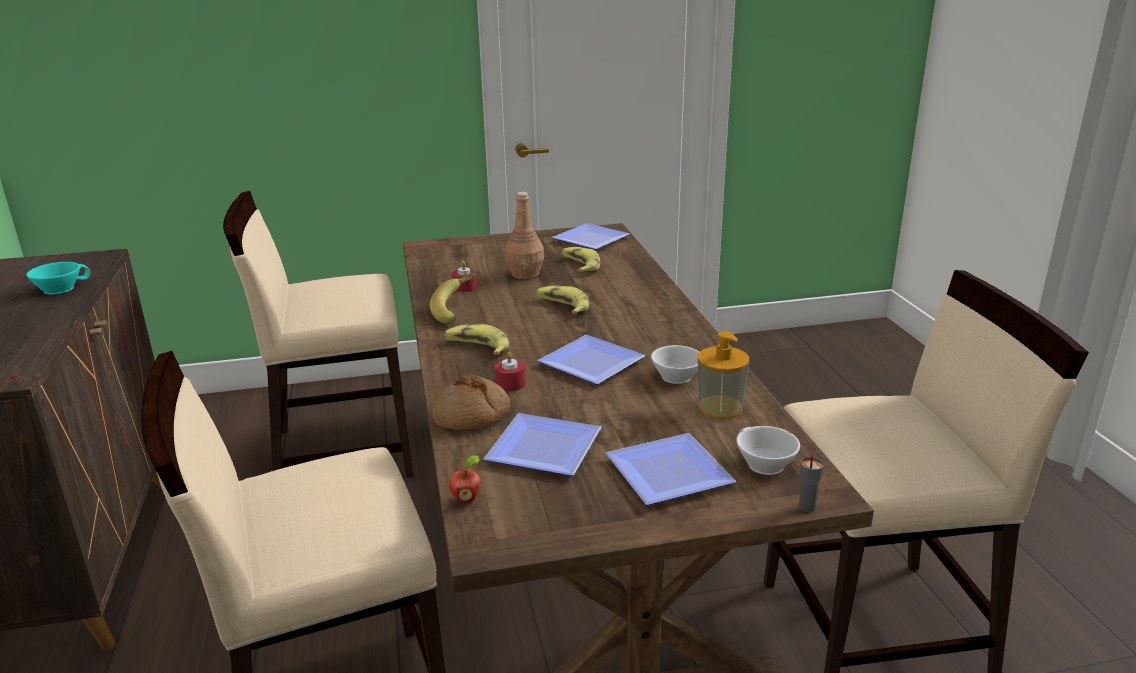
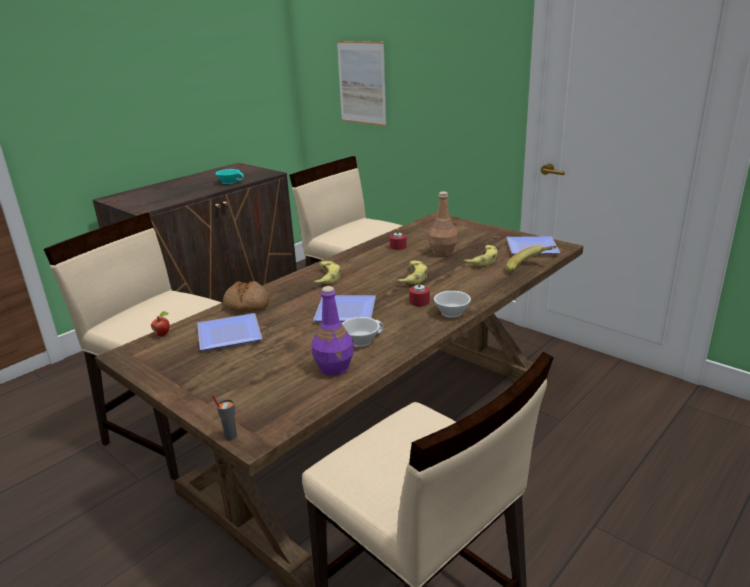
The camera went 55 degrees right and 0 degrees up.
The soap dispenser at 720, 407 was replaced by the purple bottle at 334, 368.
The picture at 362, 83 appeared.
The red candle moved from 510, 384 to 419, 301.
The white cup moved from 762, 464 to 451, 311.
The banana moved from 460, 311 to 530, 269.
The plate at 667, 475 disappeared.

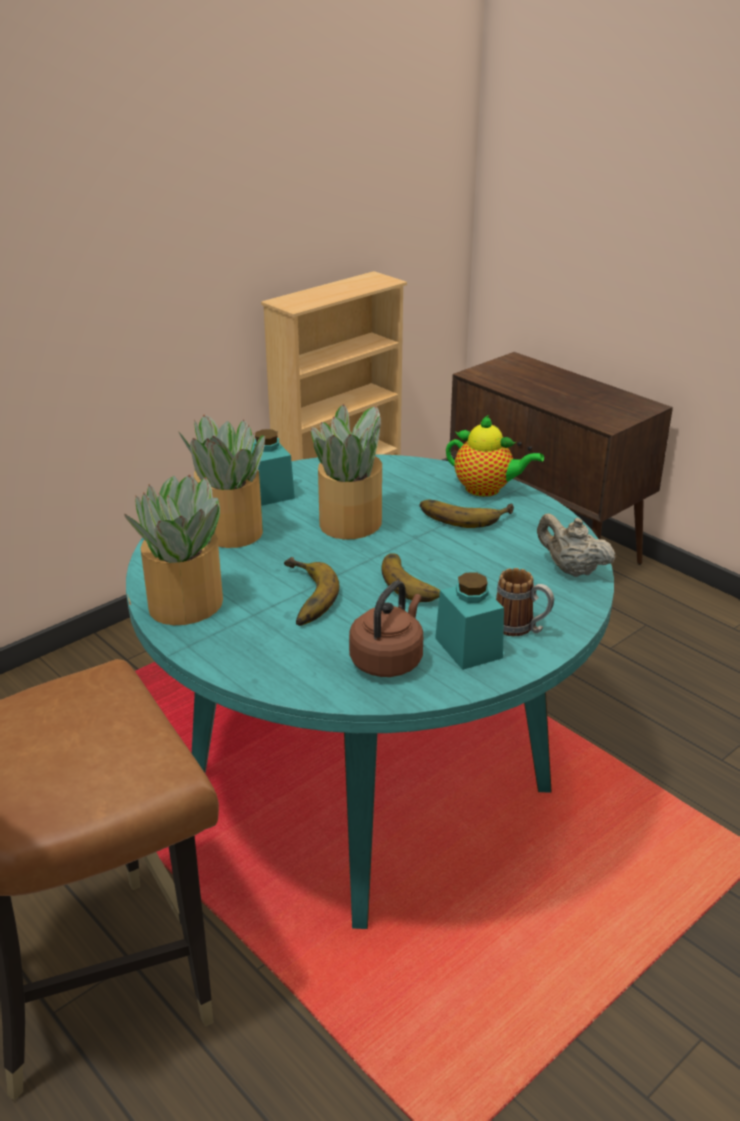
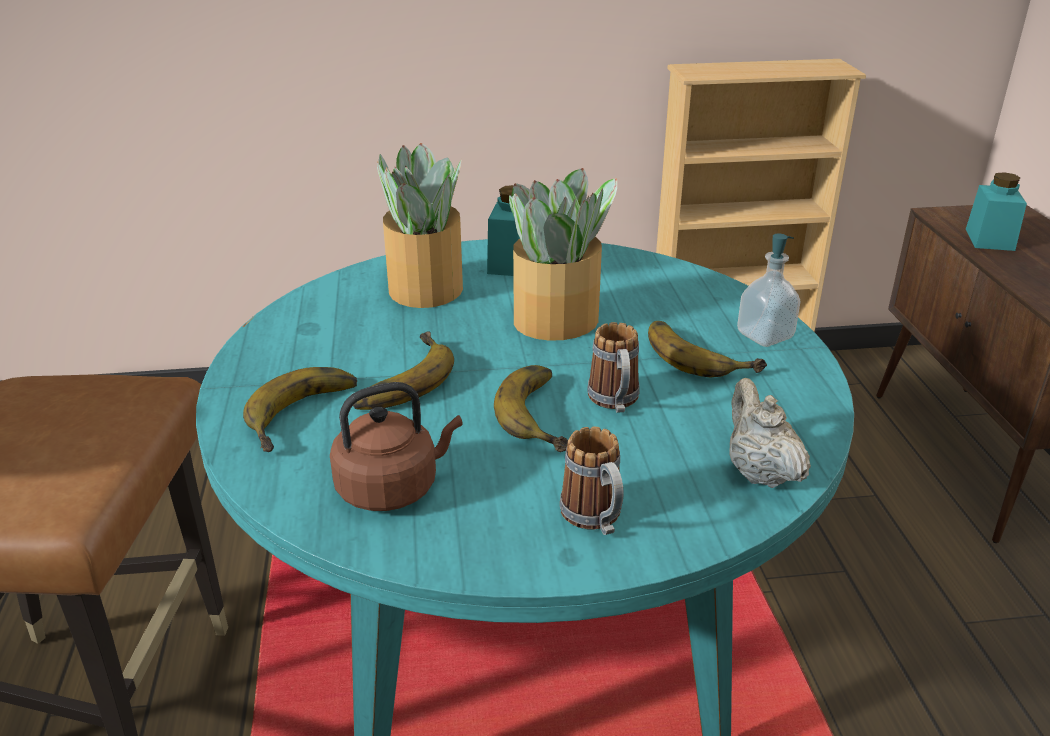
The camera went 35 degrees right and 0 degrees up.
The banana at 309, 416 appeared.
The mug at 615, 403 appeared.
The teapot at 487, 489 was replaced by the soap dispenser at 765, 336.
The turquoise jar moved from 468, 648 to 989, 239.
The potted plant at 184, 604 disappeared.

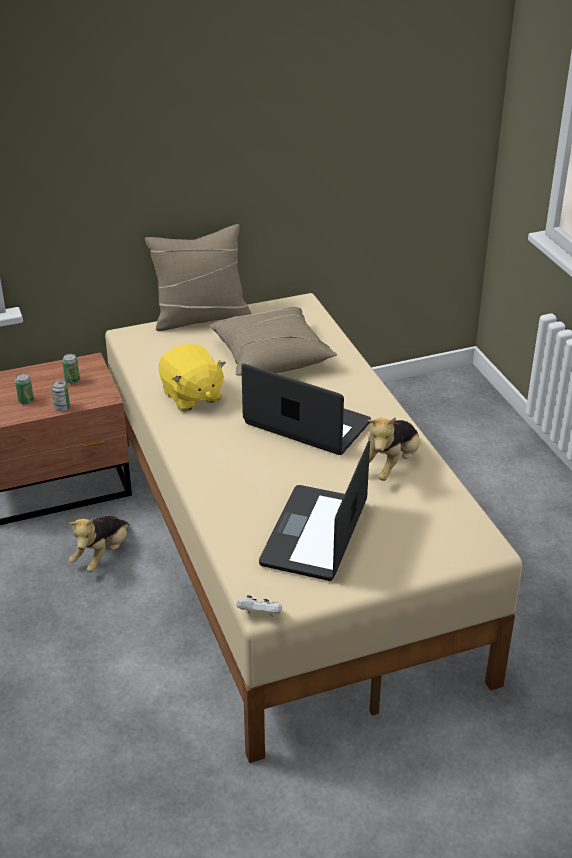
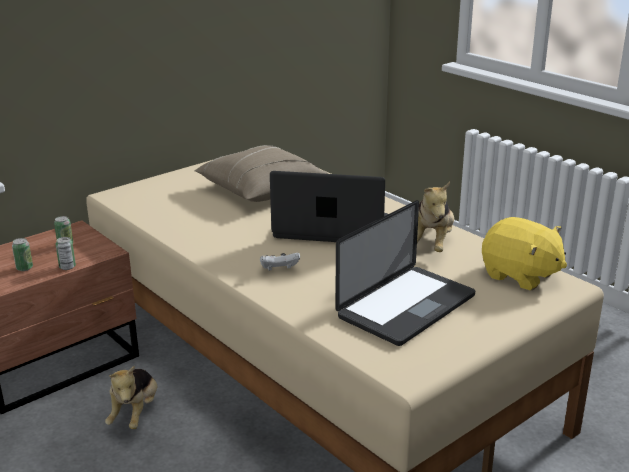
The camera went 20 degrees left and 10 degrees down.
The white game controller moved from 260, 615 to 279, 270.
The laptop at 314, 534 turned 135 degrees counterclockwise.
The yellow plush toy moved from 191, 396 to 520, 275.
The beige pillow at 201, 317 disappeared.

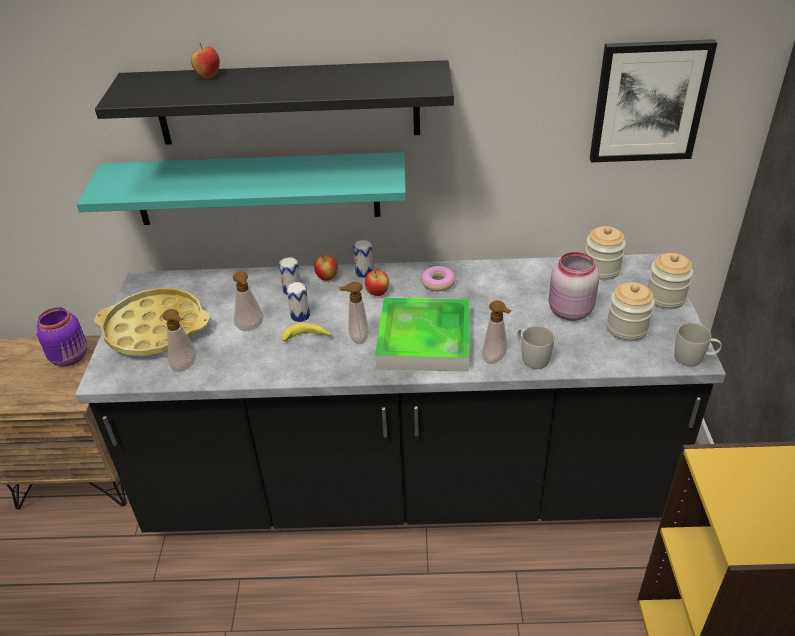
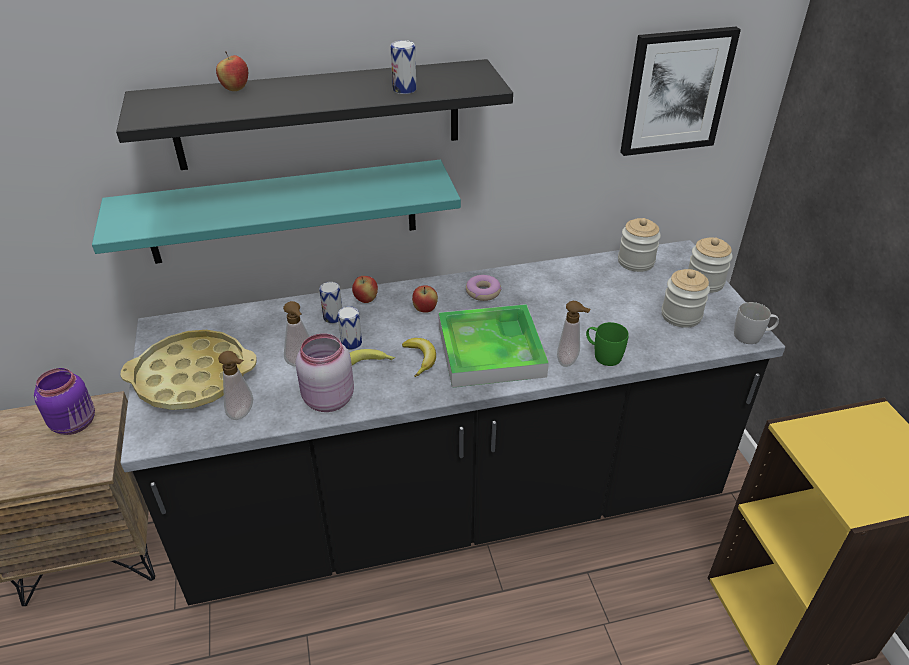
The camera went 15 degrees left and 0 degrees up.
The pink jar moved from 569, 311 to 327, 400.
The can moved from 364, 272 to 404, 89.
The soap dispenser at 356, 338 was replaced by the banana at 420, 359.
The white mug at 531, 357 became the green mug at 602, 355.

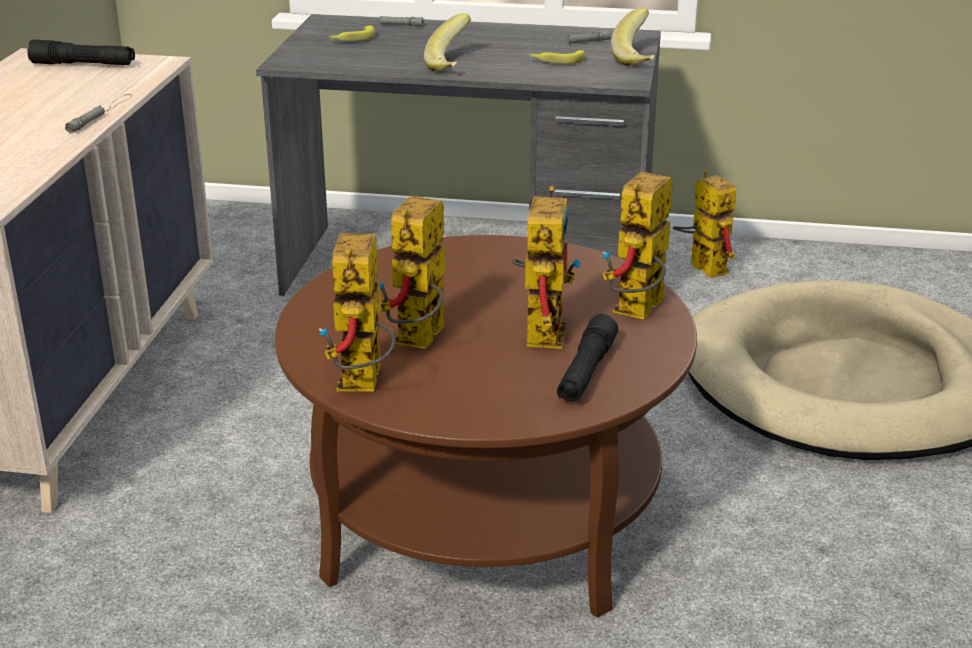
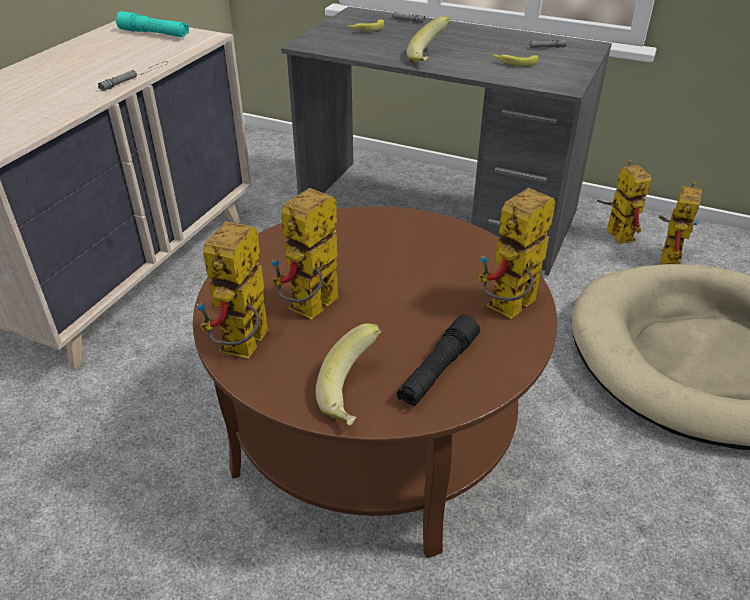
The camera went 15 degrees right and 10 degrees up.
The black flashlight at 83, 65 became the turquoise flashlight at 154, 34.
The banana moved from 639, 58 to 355, 394.
The toy robot moved from 542, 328 to 668, 254.

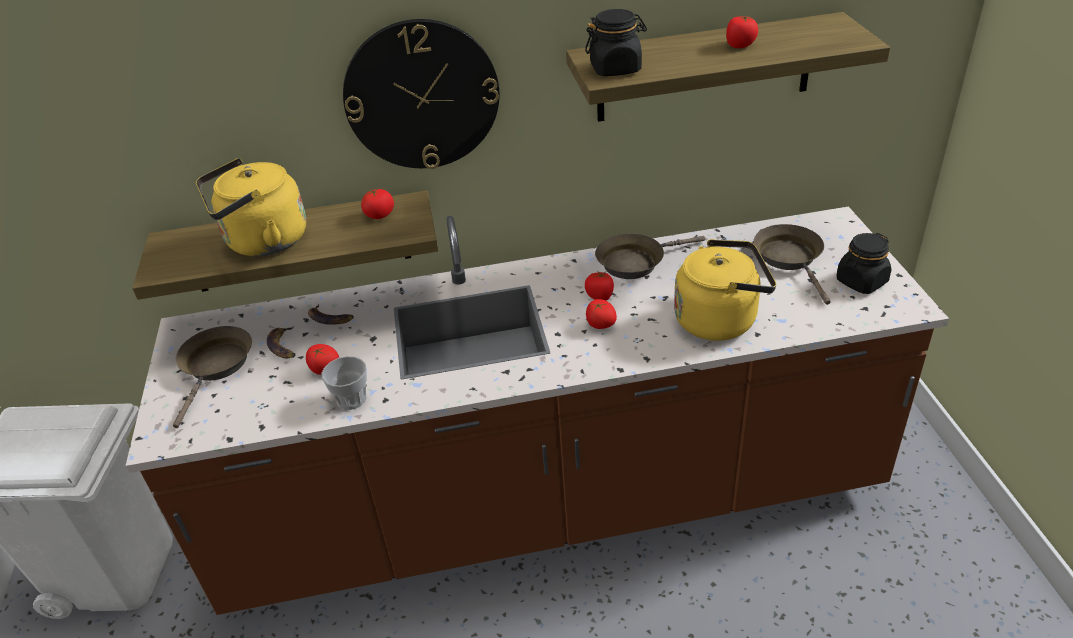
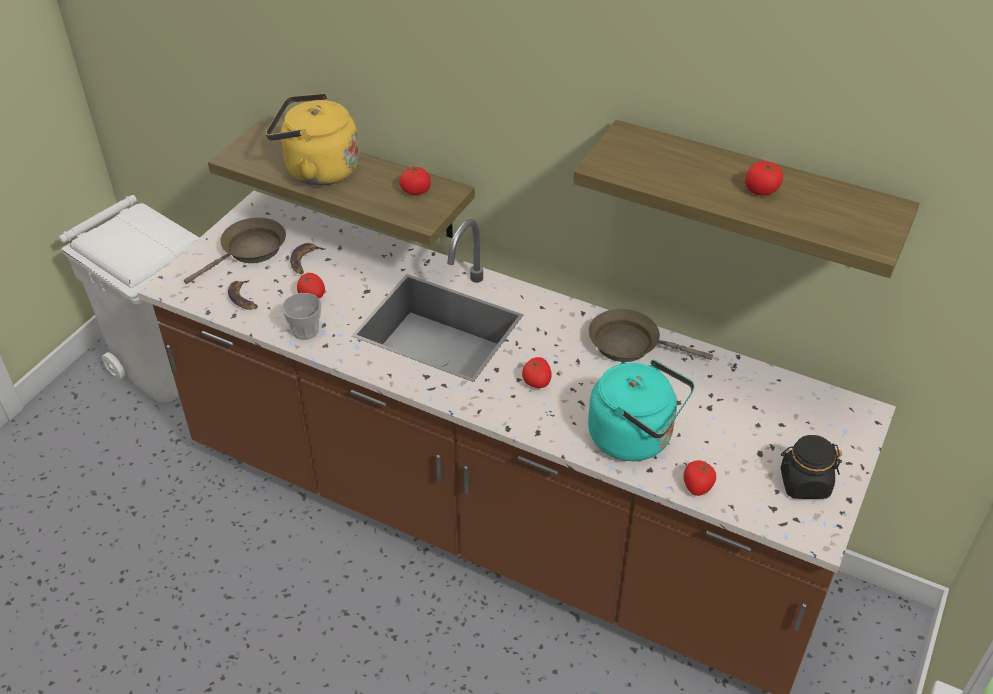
The camera went 35 degrees right and 5 degrees up.
The banana moved from 330, 318 to 244, 298.
The yellow kettle at 720, 319 became the turquoise kettle at 635, 438.
The tomato moved from 600, 296 to 697, 487.
The wall clock at 422, 95 disappeared.
The black jar at 616, 68 disappeared.
The brown frying pan at 790, 259 disappeared.

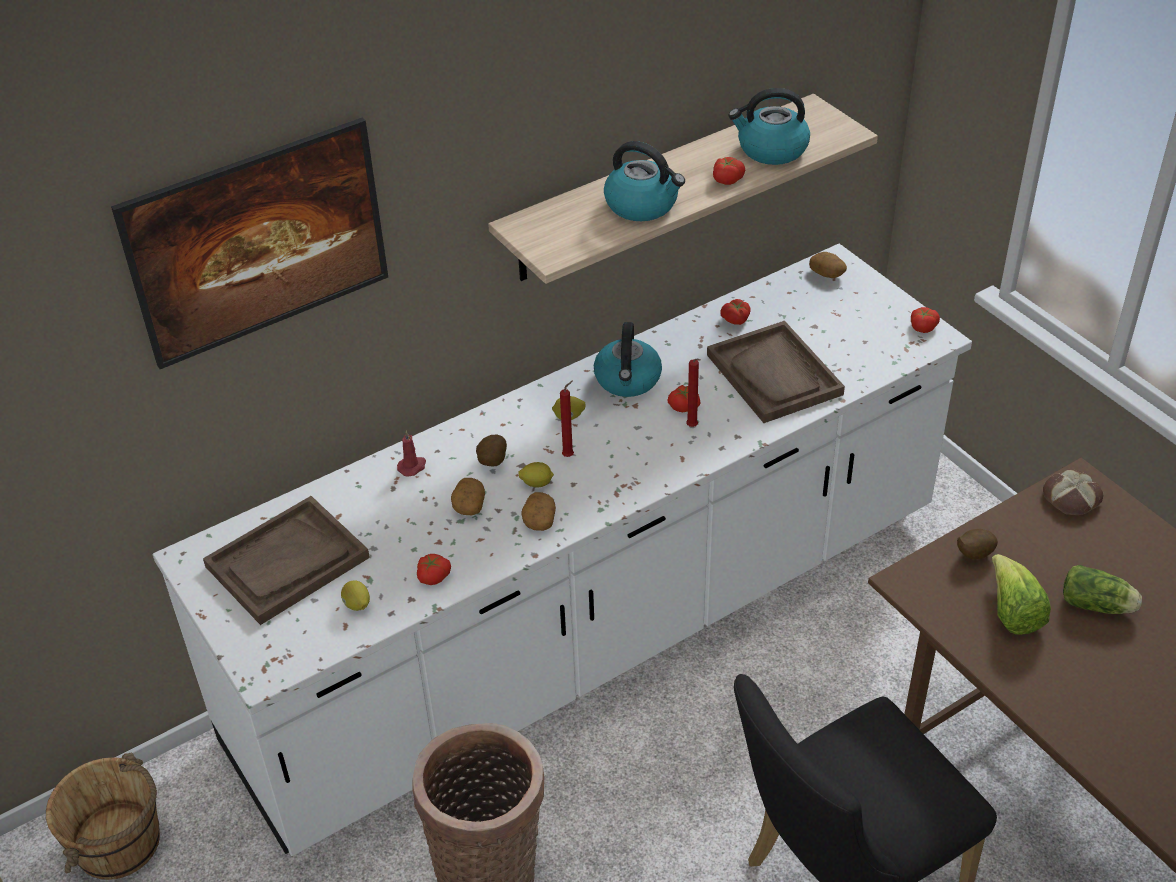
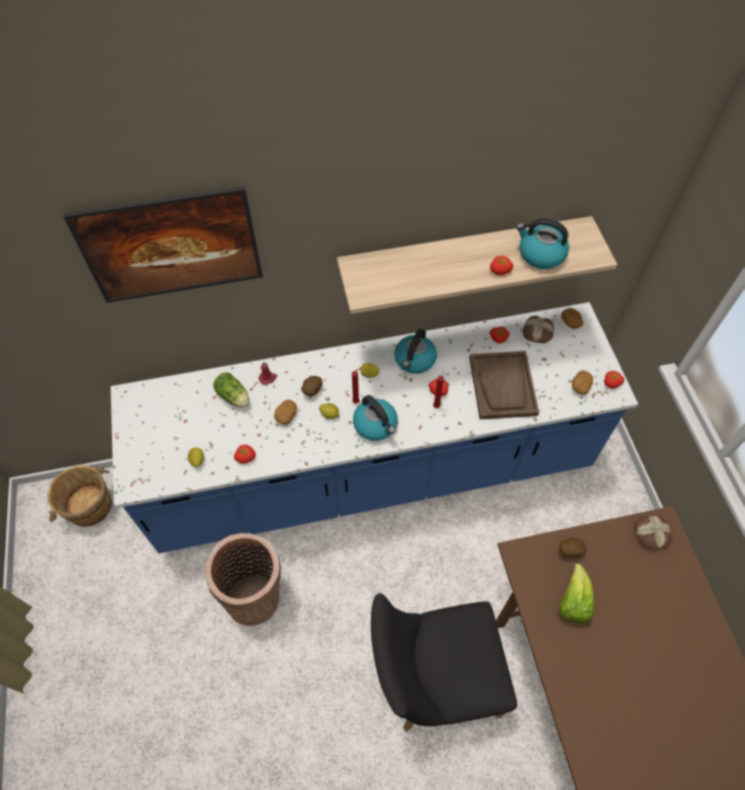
The camera went 20 degrees right and 15 degrees up.
The white counter at 594, 628 became the blue counter at 372, 471.
The lettuce moved from 1098, 605 to 234, 397.
The kettle moved from 642, 205 to 376, 425.
The bread at 538, 332 appeared.
The potato moved from 539, 520 to 580, 386.
The brown tray at 287, 562 disappeared.

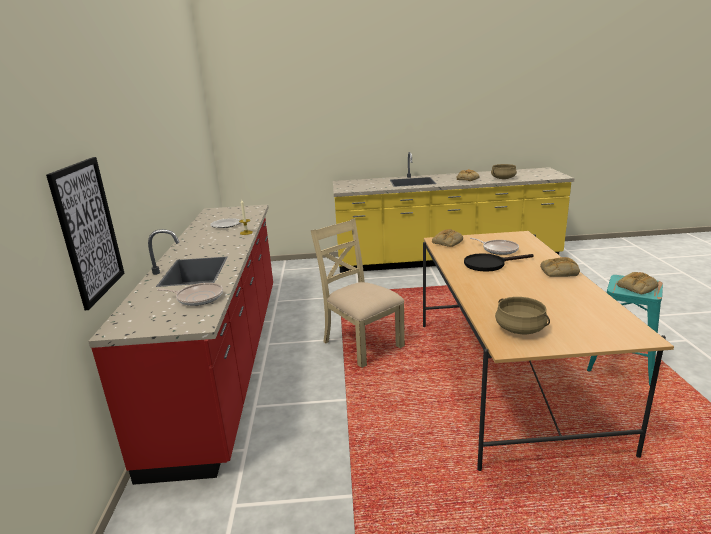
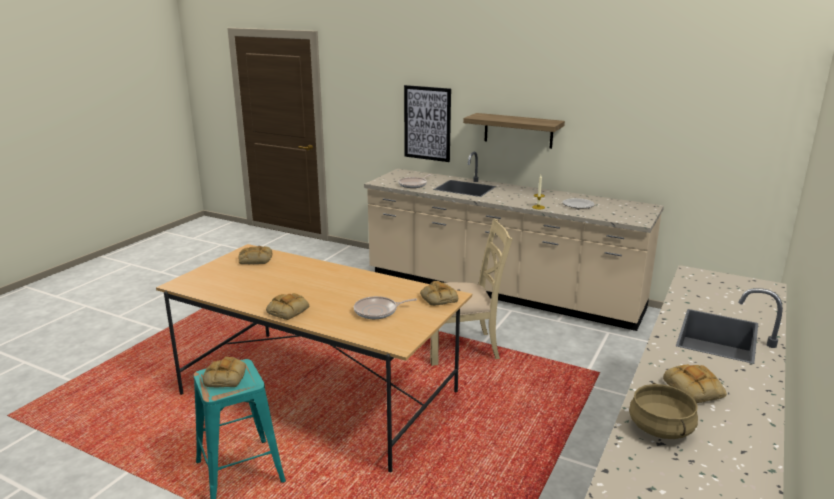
The camera went 120 degrees right and 0 degrees up.
The beige cooking pot at 520, 329 was replaced by the bread at 255, 260.
The red counter at 226, 360 became the beige counter at 501, 291.
The shelf at 518, 130 appeared.
The black frying pan at 489, 264 disappeared.

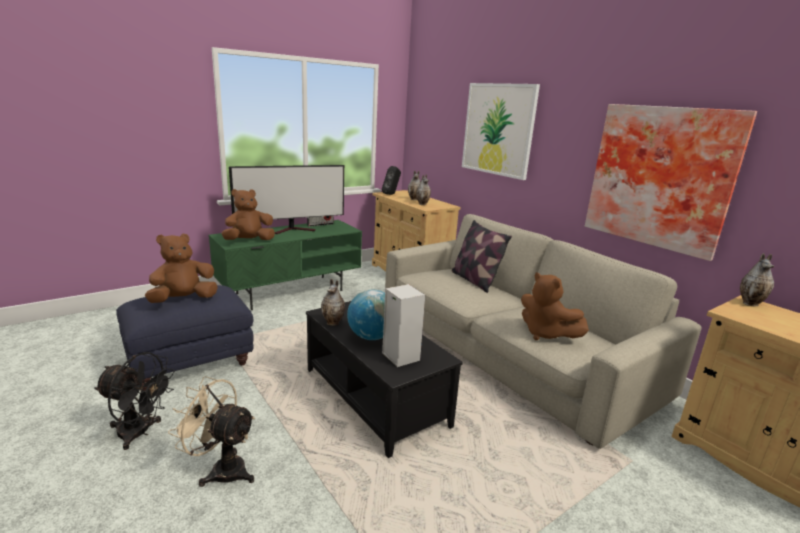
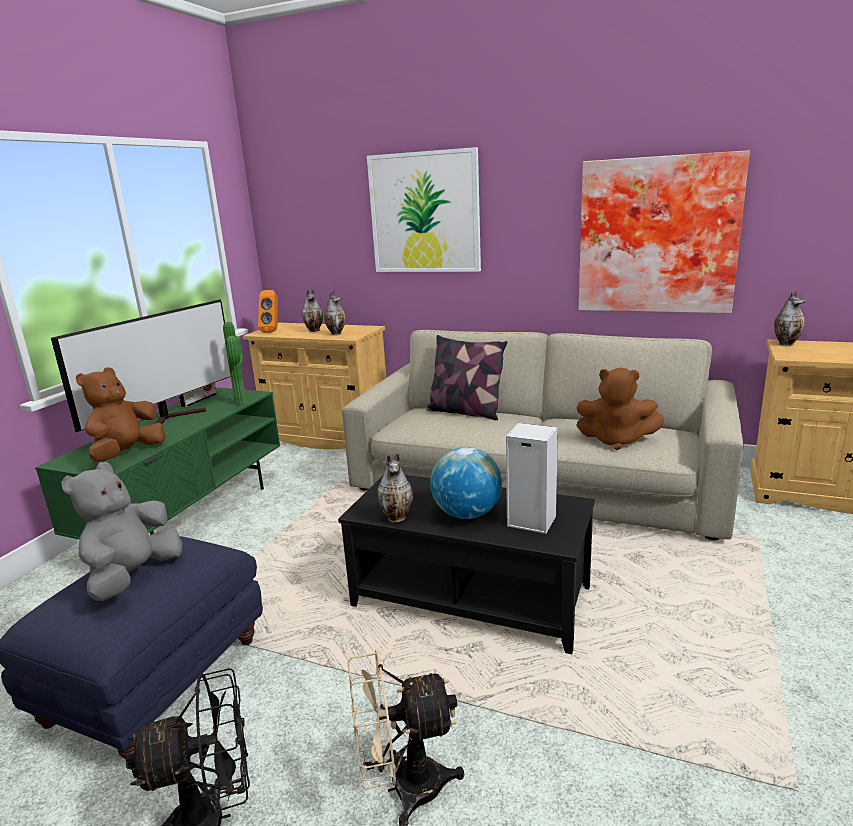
The camera went 30 degrees left and 0 degrees up.
The brown plush toy at 183, 300 became the grey plush toy at 133, 577.
The potted plant at 243, 402 appeared.
The black speaker at 391, 194 became the orange speaker at 273, 331.

